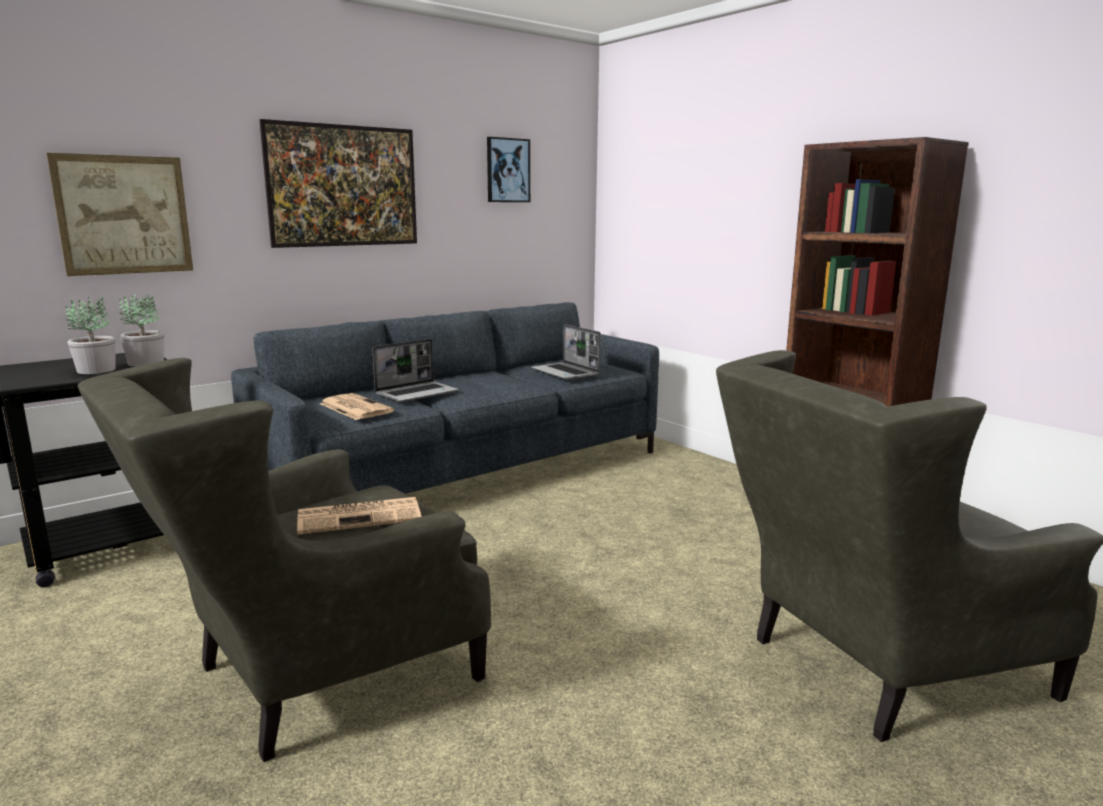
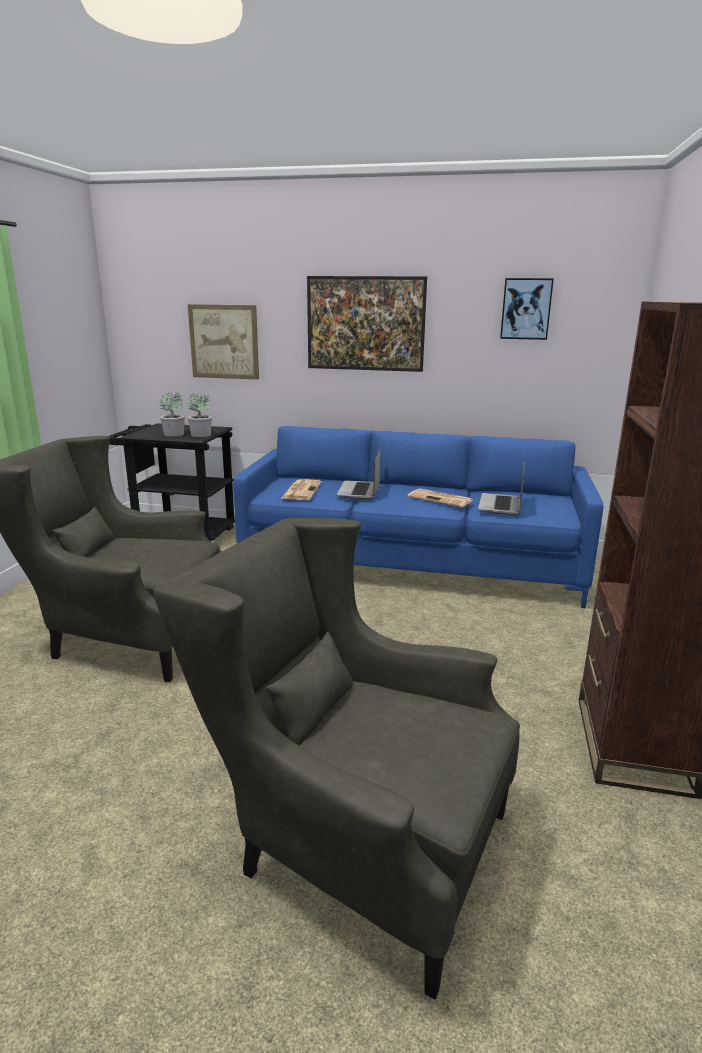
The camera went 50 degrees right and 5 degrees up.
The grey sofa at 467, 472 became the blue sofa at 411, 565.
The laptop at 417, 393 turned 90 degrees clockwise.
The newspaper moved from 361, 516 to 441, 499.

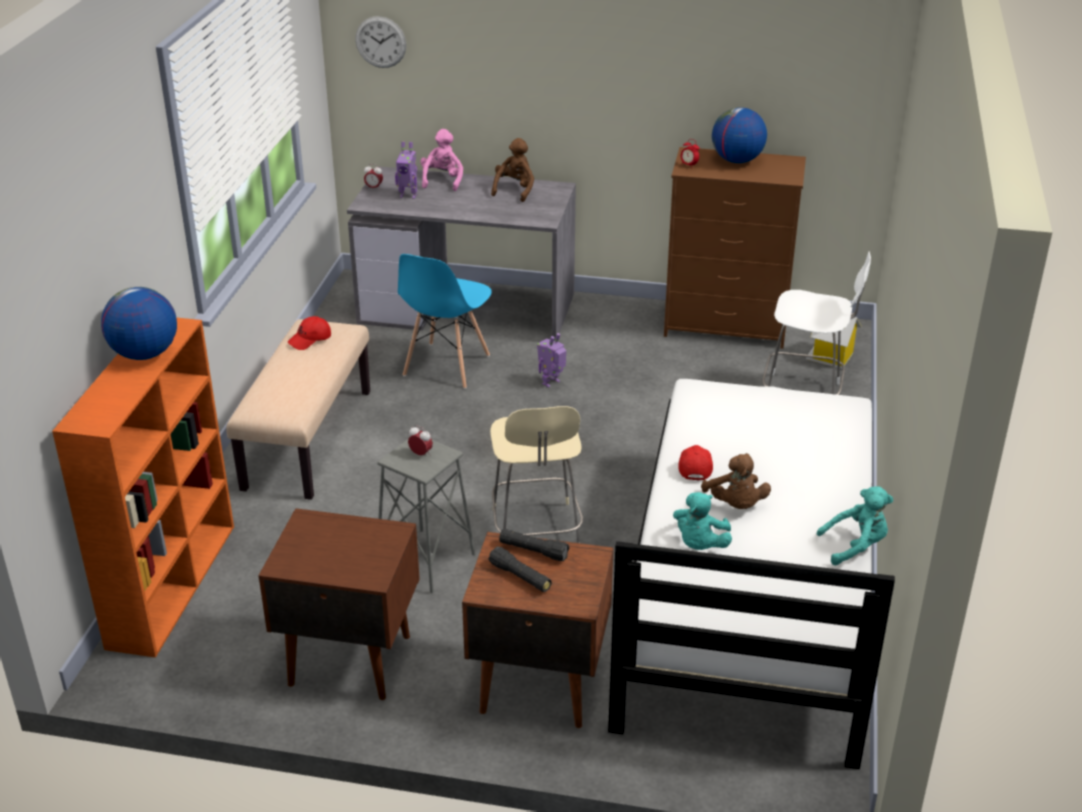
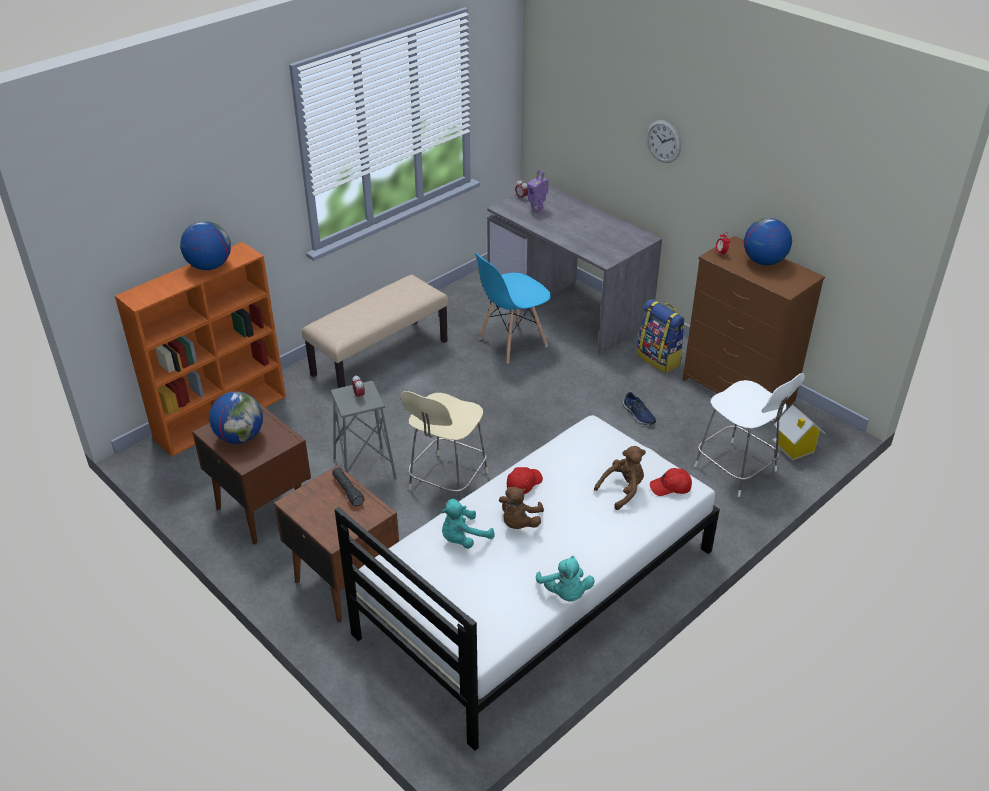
The camera went 35 degrees right and 5 degrees up.
The globe at 240, 437 appeared.
The turquoise plush toy at 855, 546 turned 45 degrees clockwise.
The brown plush toy moved from 515, 190 to 623, 490.
The blue shoe at 638, 415 appeared.
The backpack at 659, 359 appeared.
The wall clock moved from 380, 42 to 663, 141.
The red cap moved from 310, 340 to 670, 487.
The pink plush toy at 442, 180 disappeared.
The black flashlight at 520, 577 disappeared.
The toy robot at 551, 383 disappeared.

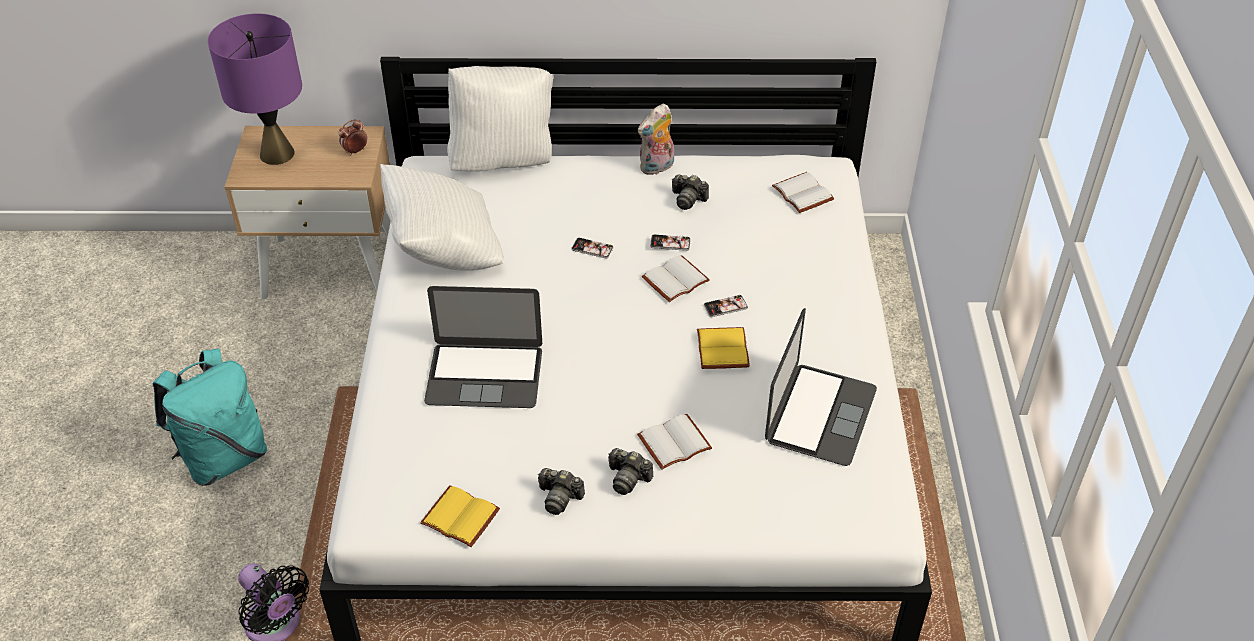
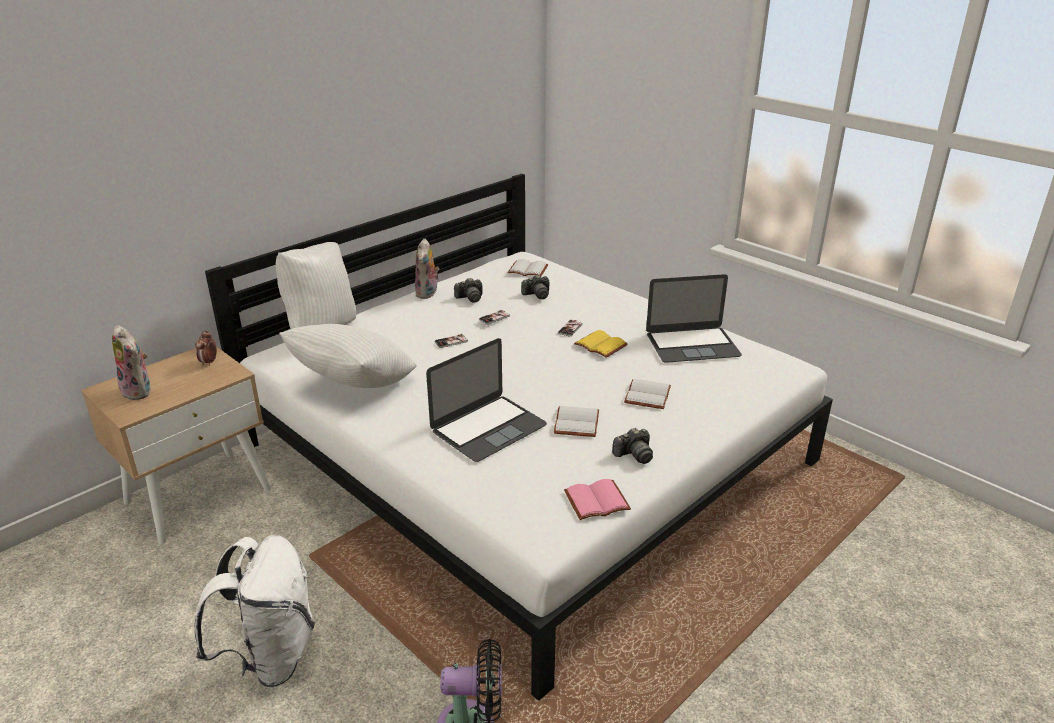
The camera went 45 degrees left and 15 degrees down.
The purple table lamp at 276, 154 was replaced by the plush toy at 139, 391.
The turquoise backpack at 224, 457 became the white backpack at 270, 657.
The photo camera moved from 628, 478 to 537, 295.
The white book moved from 675, 278 to 575, 422.
The yellow book at 462, 516 became the pink book at 597, 500.
The laptop at 820, 414 turned 105 degrees clockwise.

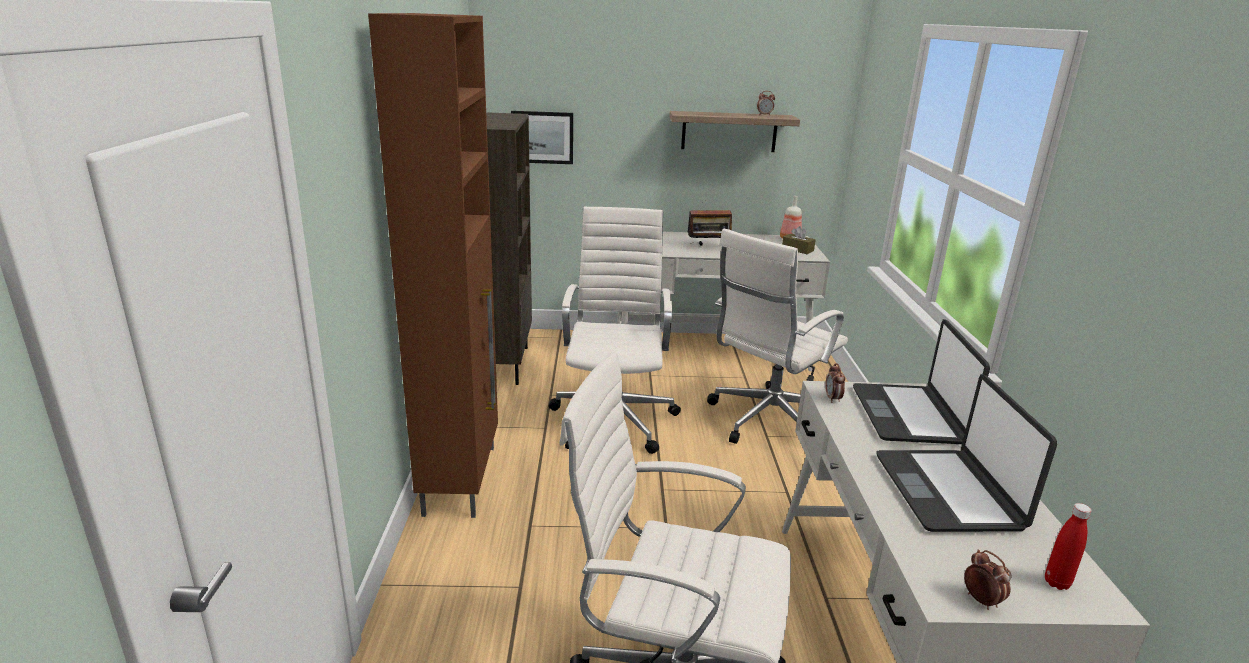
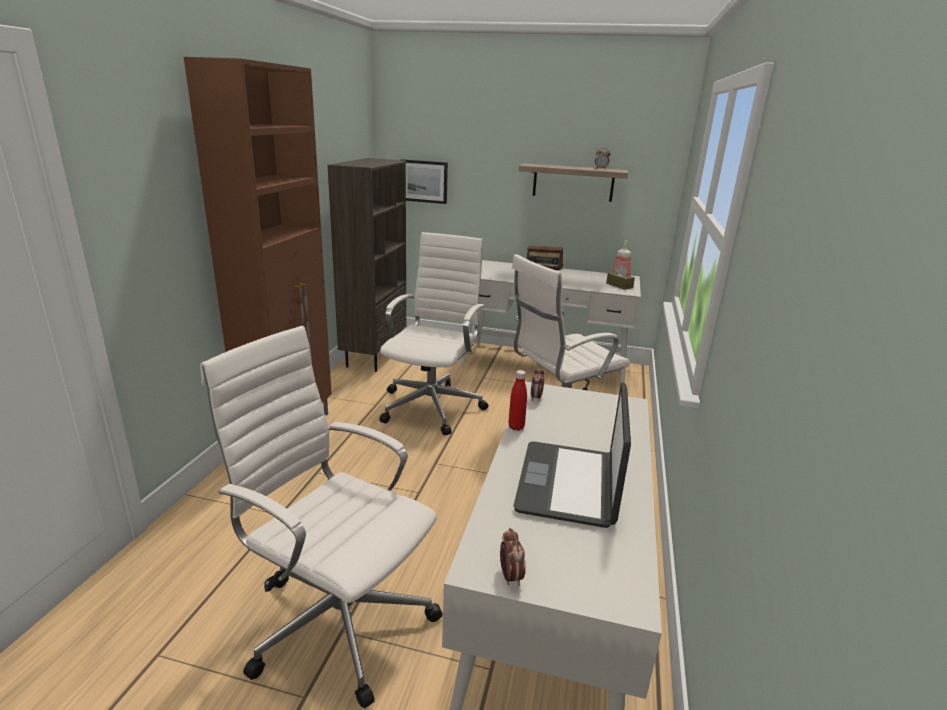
The camera went 15 degrees right and 0 degrees up.
The red bottle moved from 1056, 583 to 516, 427.
The laptop at 909, 415 disappeared.

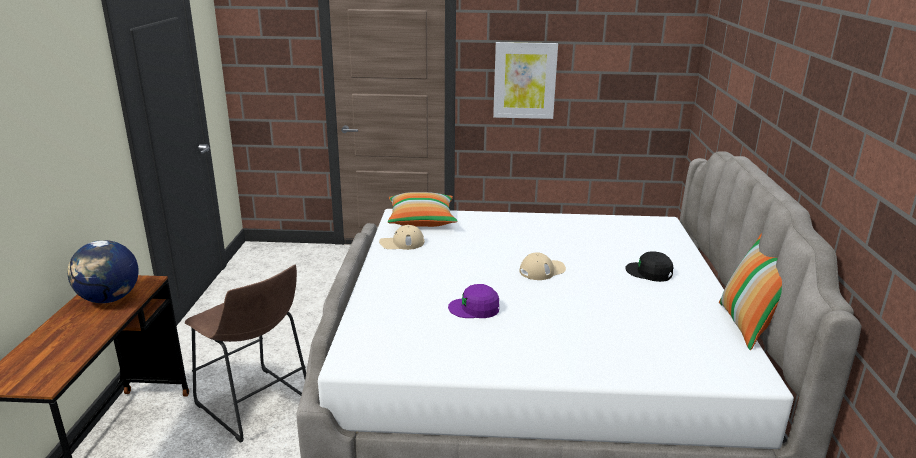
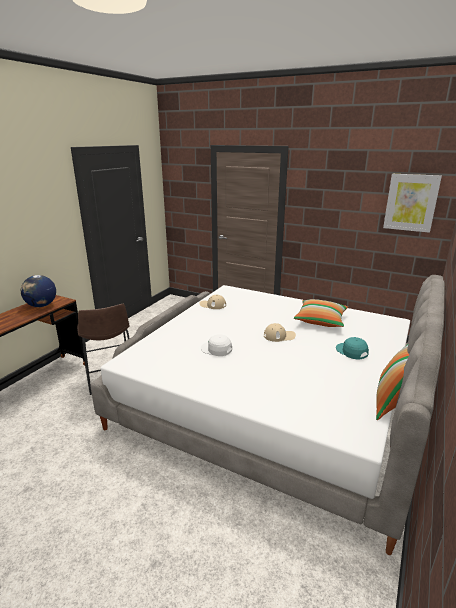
The camera went 25 degrees right and 0 degrees up.
The purple cap at 475, 308 became the white cap at 216, 349.
The pillow moved from 422, 220 to 320, 320.
The black cap at 649, 272 became the turquoise cap at 351, 351.
The picture moved from 524, 80 to 411, 202.

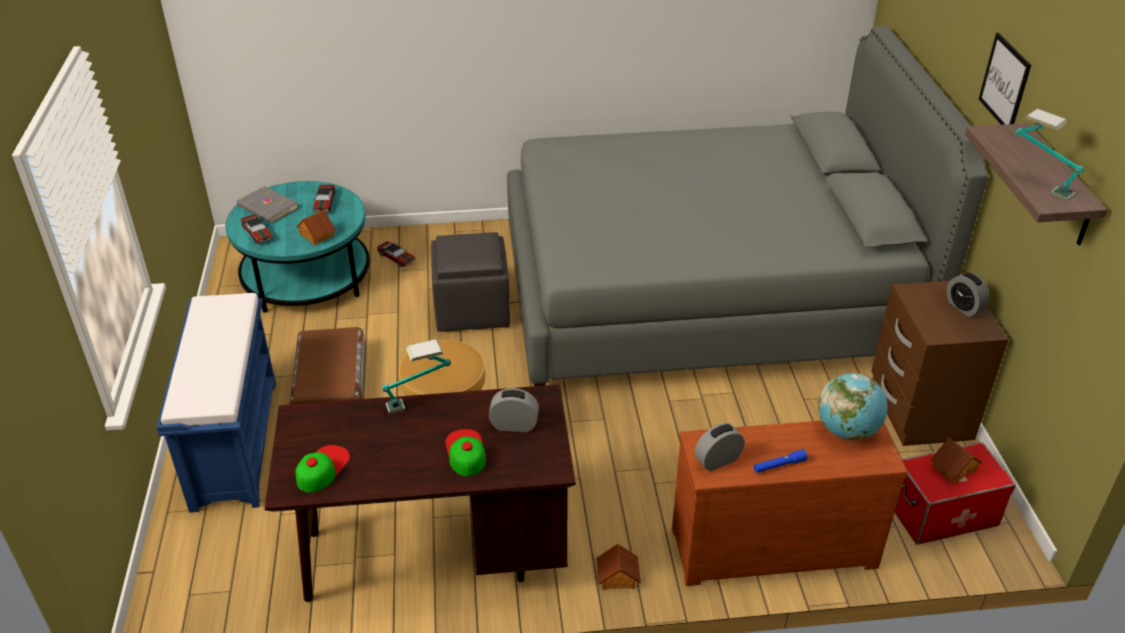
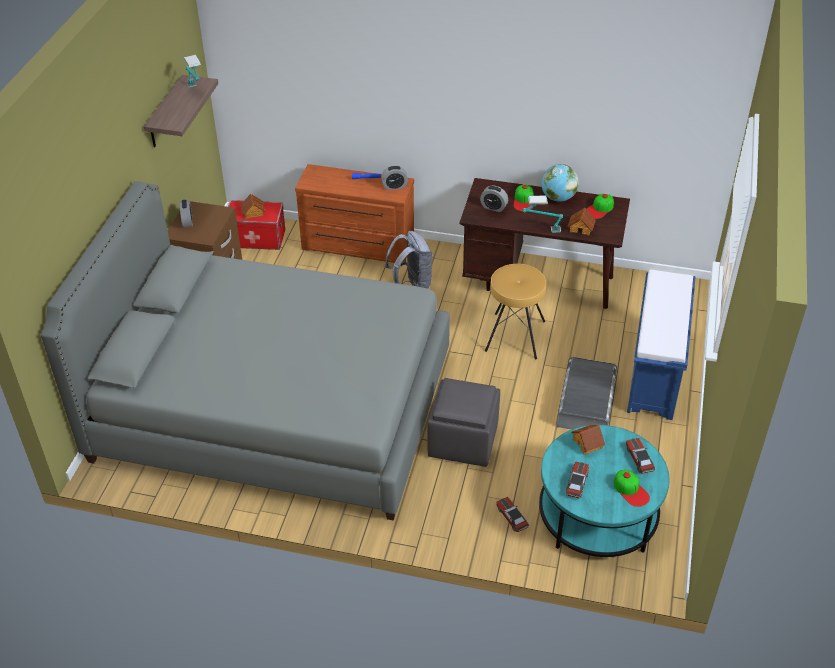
The camera went 160 degrees left and 5 degrees up.
The grey backpack at 411, 284 appeared.
The globe moved from 847, 431 to 558, 198.
The brown storage box at 330, 383 became the grey storage box at 586, 402.
The toy house moved from 617, 577 to 581, 228.
The grey book at 267, 208 was replaced by the cap at 631, 490.
The picture at 1004, 82 disappeared.

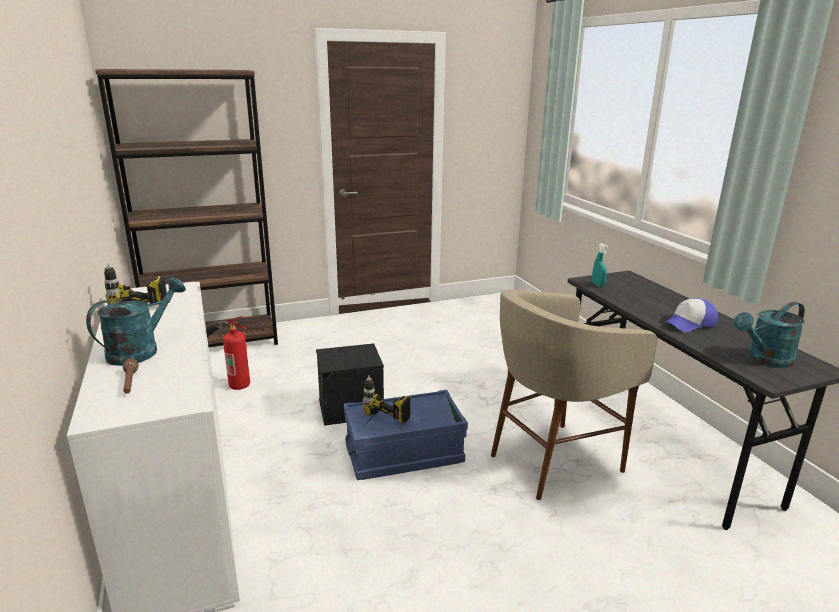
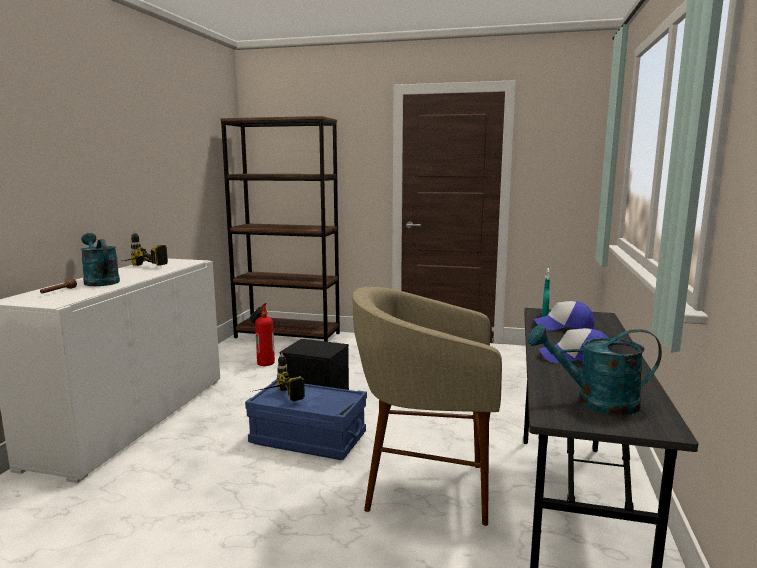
The camera went 35 degrees right and 10 degrees down.
The turquoise watering can at 141, 350 turned 105 degrees counterclockwise.
The cap at 564, 326 appeared.

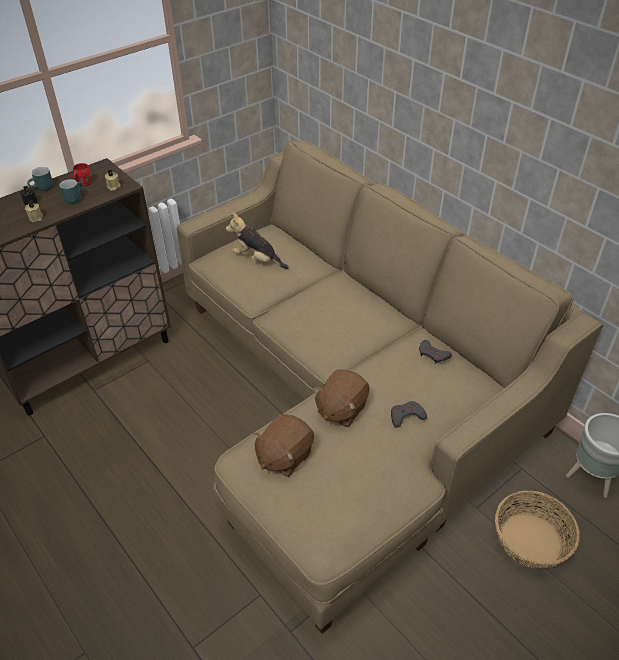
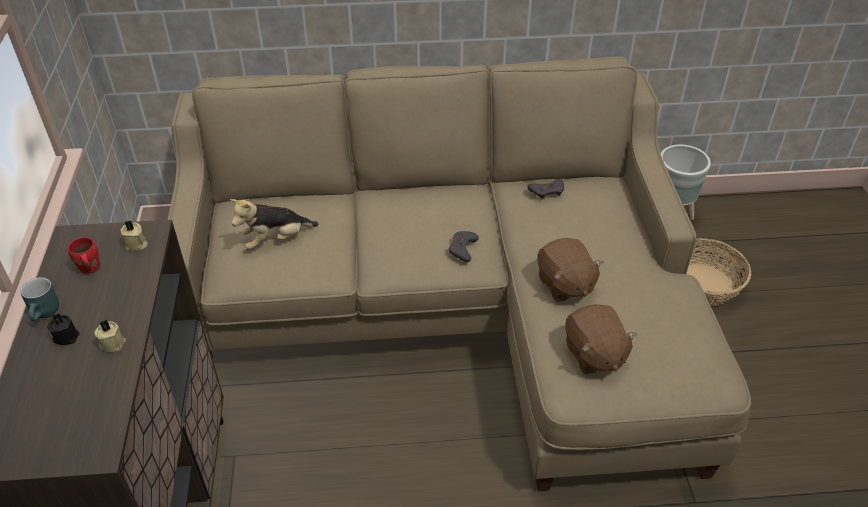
The camera went 55 degrees left and 0 degrees up.
The grey game controller moved from 406, 416 to 463, 248.
The turquoise mug at 74, 198 disappeared.

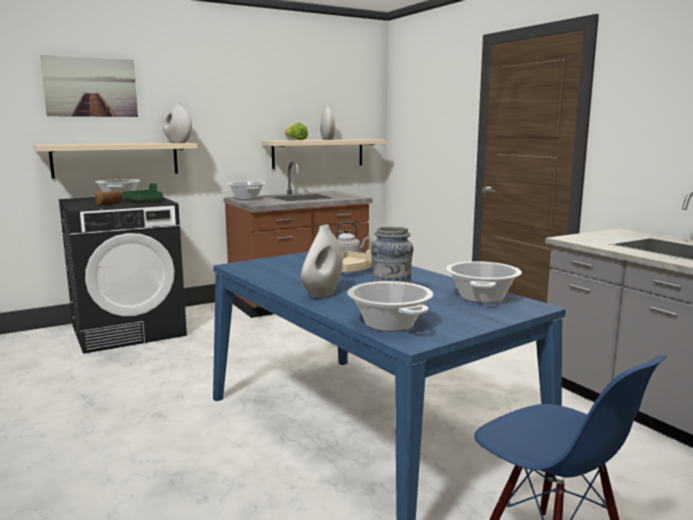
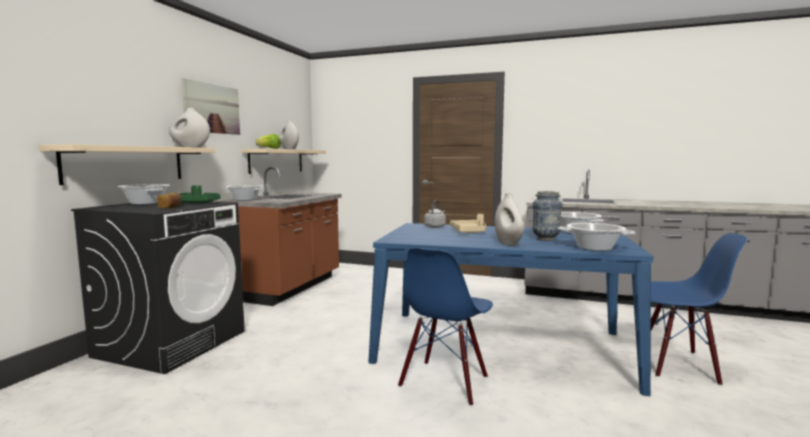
The camera went 40 degrees left and 5 degrees down.
The picture moved from 90, 87 to 212, 108.
The blue chair at 444, 382 appeared.

